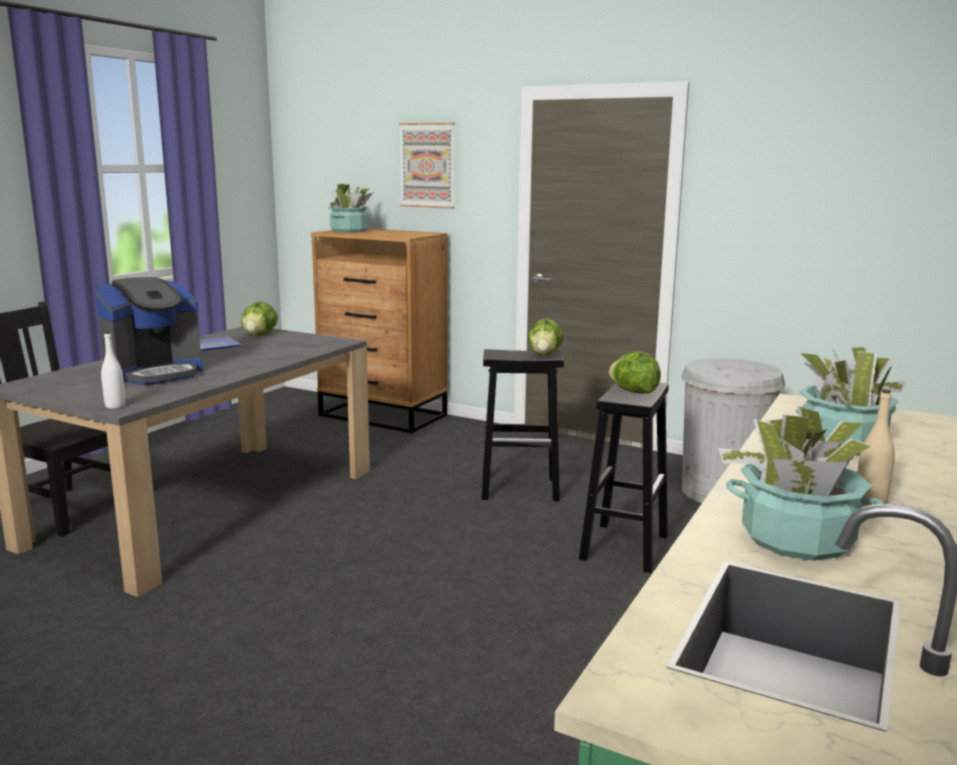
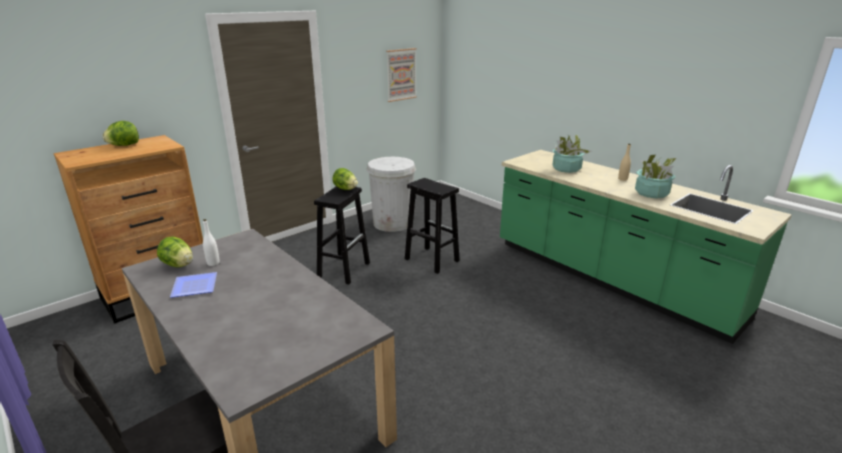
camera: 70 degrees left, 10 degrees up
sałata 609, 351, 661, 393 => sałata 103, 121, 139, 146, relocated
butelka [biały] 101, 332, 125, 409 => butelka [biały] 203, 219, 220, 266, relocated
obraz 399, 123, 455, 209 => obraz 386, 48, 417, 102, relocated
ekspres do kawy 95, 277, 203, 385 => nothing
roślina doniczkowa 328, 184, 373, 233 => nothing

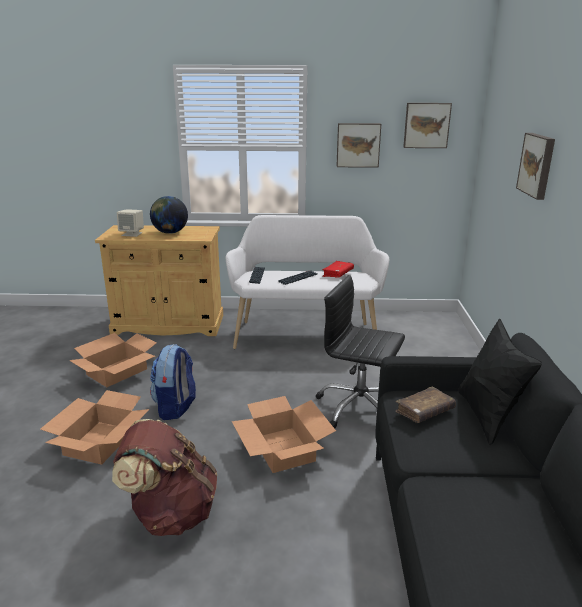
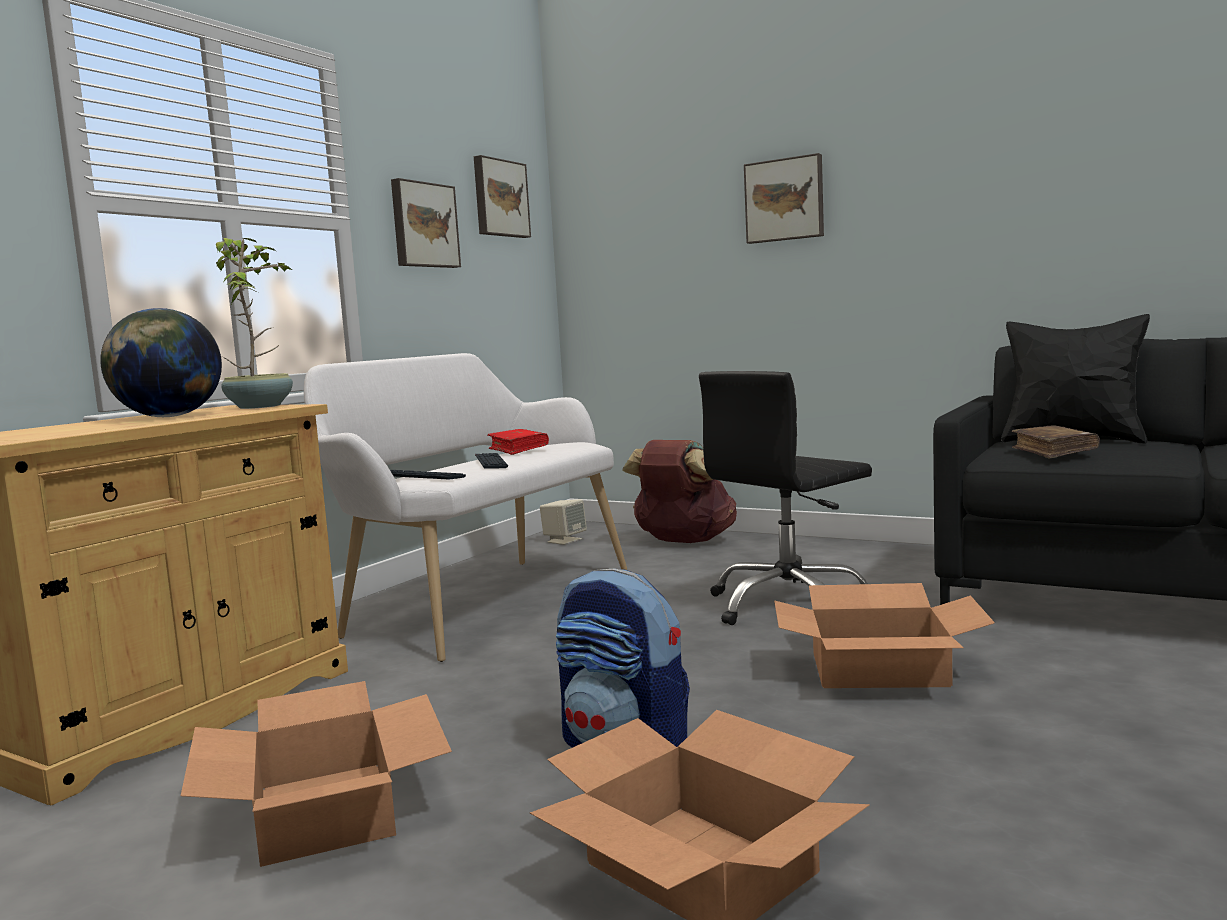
camera: 60 degrees left, 15 degrees down
nothing => roślina doniczkowa 216, 238, 293, 409
głośnik [beżowy] 117, 209, 144, 237 => głośnik [beżowy] 540, 499, 587, 545, relocated
plecak [brązowy] 112, 419, 217, 536 => plecak [brązowy] 622, 440, 737, 543, relocated

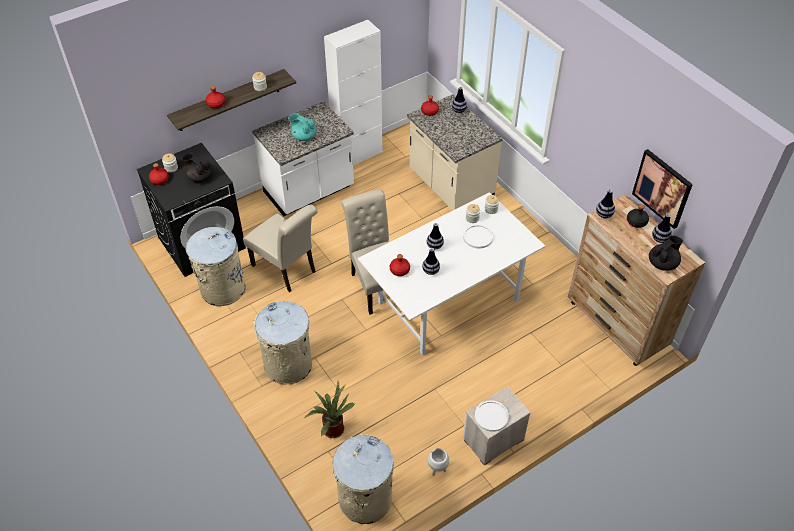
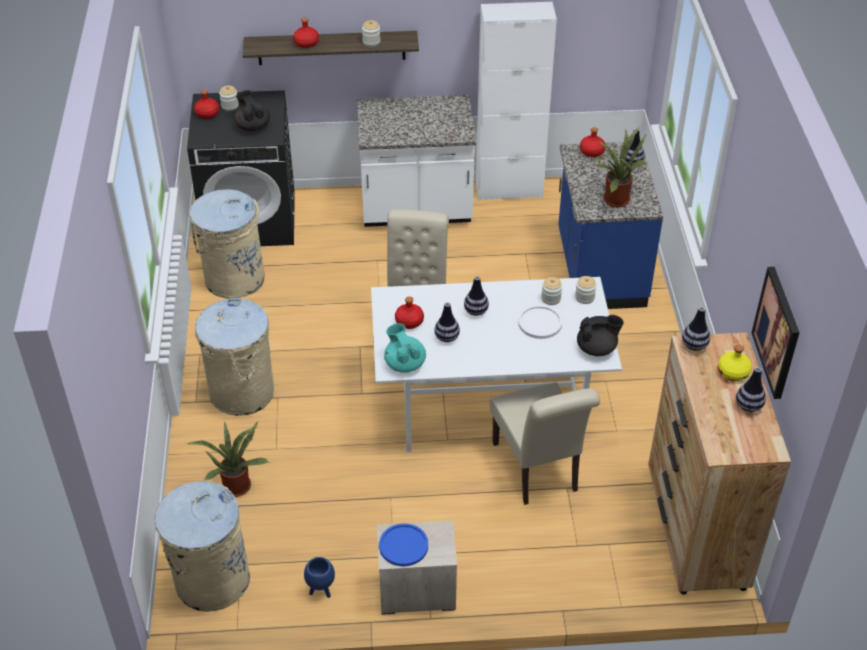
camera: 30 degrees right, 5 degrees down
donica [biały] 428, 448, 449, 476 => donica [niebieski] 304, 557, 335, 598
talerz [biały] 475, 400, 509, 432 => talerz [niebieski] 379, 523, 428, 566
imbryk [turkusowy] 289, 113, 316, 141 => imbryk [turkusowy] 384, 323, 426, 373, relocated
krzesło [beżowy] 243, 205, 318, 292 => krzesło [beżowy] 490, 383, 600, 505, relocated
zabudowa kuchenna [beżowy] 407, 94, 503, 210 => zabudowa kuchenna [niebieski] 558, 142, 663, 309
imbryk [czarny] 649, 236, 683, 271 => imbryk [czarny] 577, 315, 624, 356, relocated
nothing => roślina doniczkowa 594, 128, 647, 207
butelka [czarny] 627, 204, 649, 228 => butelka [żółty] 718, 345, 752, 381

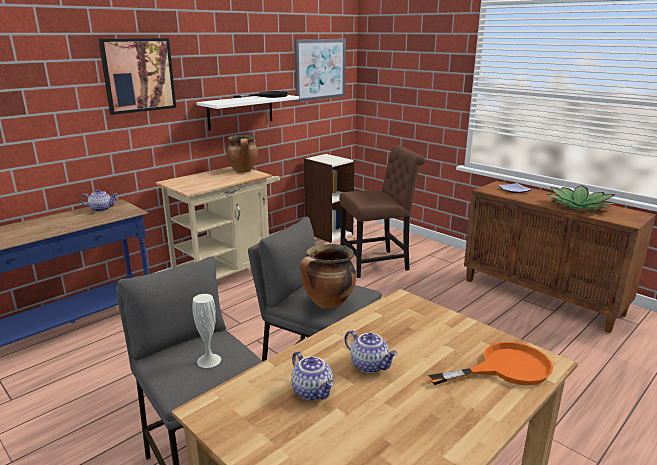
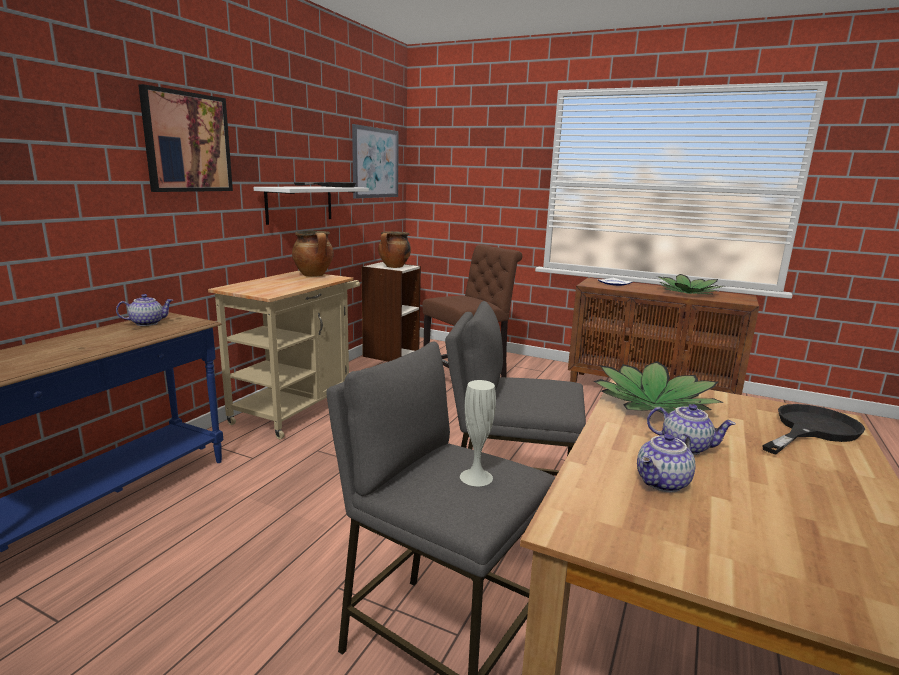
camera: 20 degrees left, 5 degrees down
garnek 300, 244, 356, 309 => garnek 378, 231, 411, 268, relocated
nothing => roślina doniczkowa 593, 361, 724, 413
imbryk 291, 351, 334, 400 => imbryk 637, 434, 696, 492, 105 degrees clockwise
patelnia [pomarańczowy] 428, 342, 553, 386 => patelnia [czarny] 762, 404, 865, 455

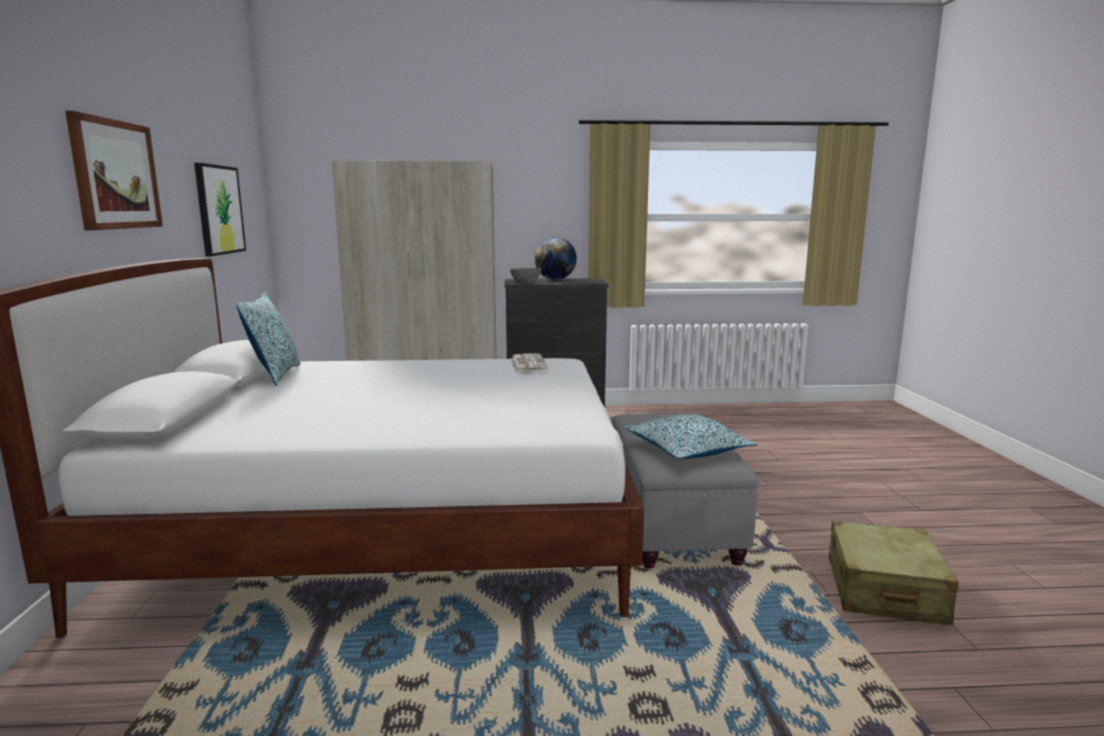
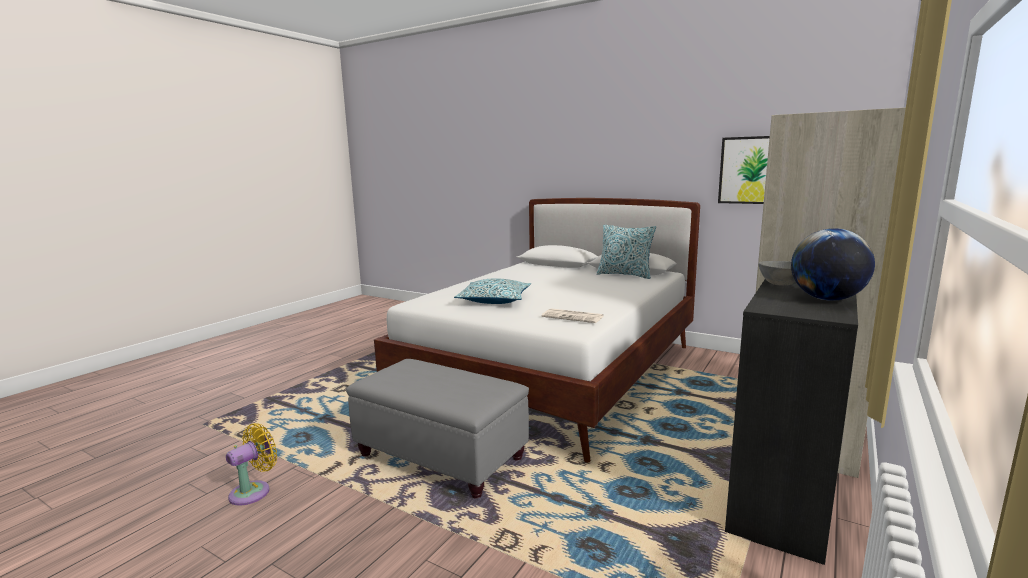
camera: 125 degrees right, 0 degrees up
walizka [beżowy] 829, 521, 959, 625 => wentylator [żółty] 226, 423, 277, 506
poduszka 624, 415, 758, 459 => poduszka 454, 278, 531, 304, relocated
obraz 65, 111, 163, 230 => nothing

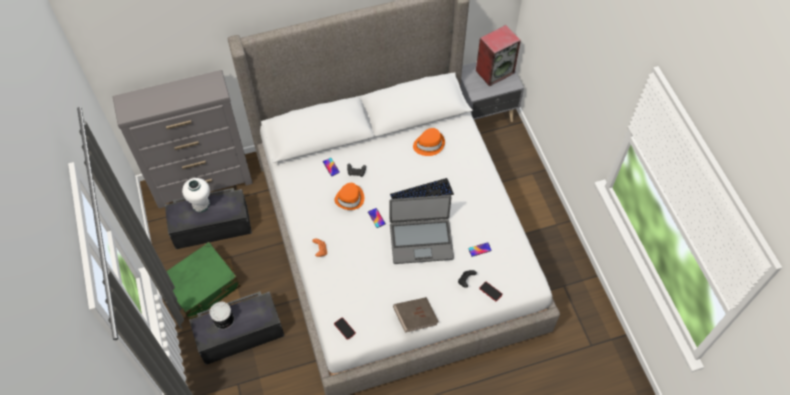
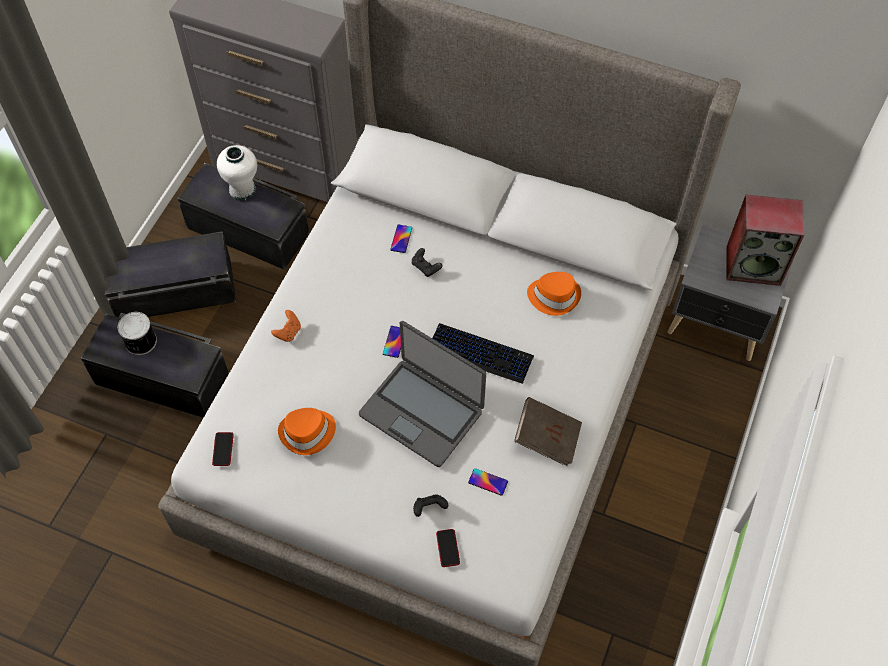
camera: 40 degrees right, 0 degrees up
walizka [zielony] 167, 242, 240, 320 => pojemnik do przechowywania [czarny] 105, 232, 236, 317
kapelusz [pomarańczowy] 335, 183, 364, 210 => kapelusz [pomarańczowy] 278, 408, 336, 455, relocated
książka [brązowy] 393, 297, 439, 333 => książka [brązowy] 514, 397, 582, 466, relocated

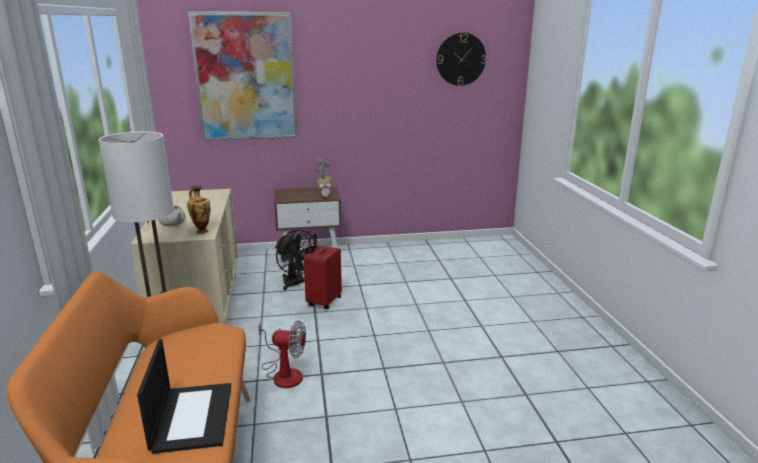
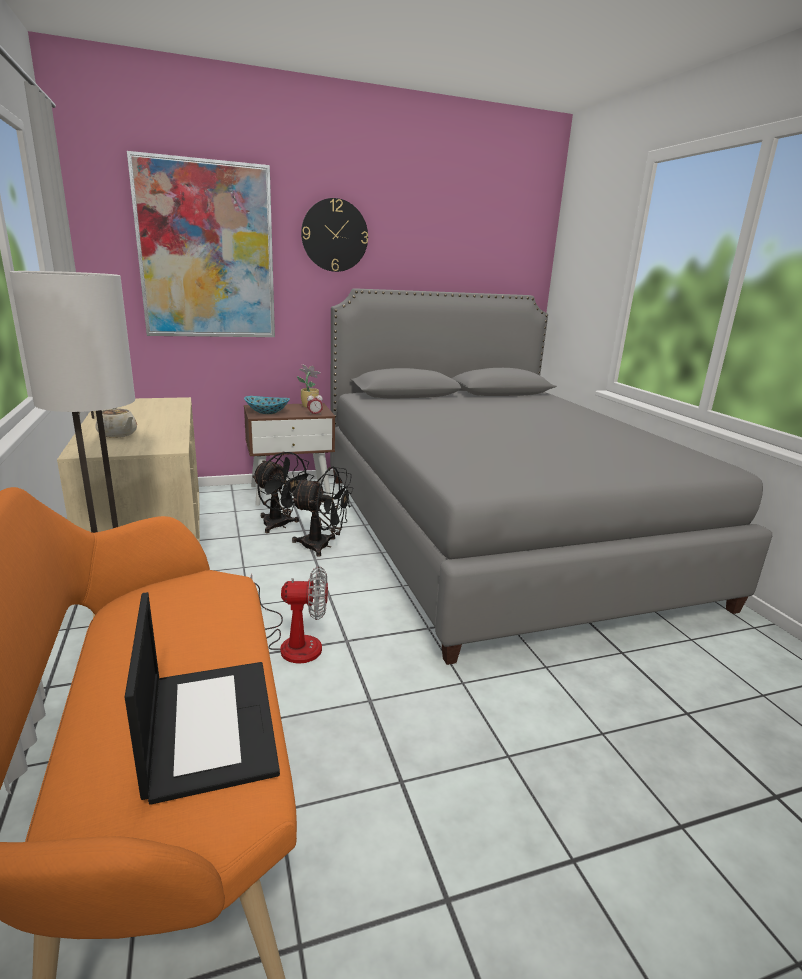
camera: 10 degrees left, 0 degrees up
nothing => miska 244, 396, 290, 414
walizka [czerwony] 303, 234, 342, 309 => wentylator [czarny] 291, 466, 353, 557
zegar ścienny 436, 33, 486, 86 => zegar ścienny 301, 198, 368, 272, relocated
nothing => łóżko [szary] 330, 288, 772, 665
wazon 187, 185, 210, 234 => nothing

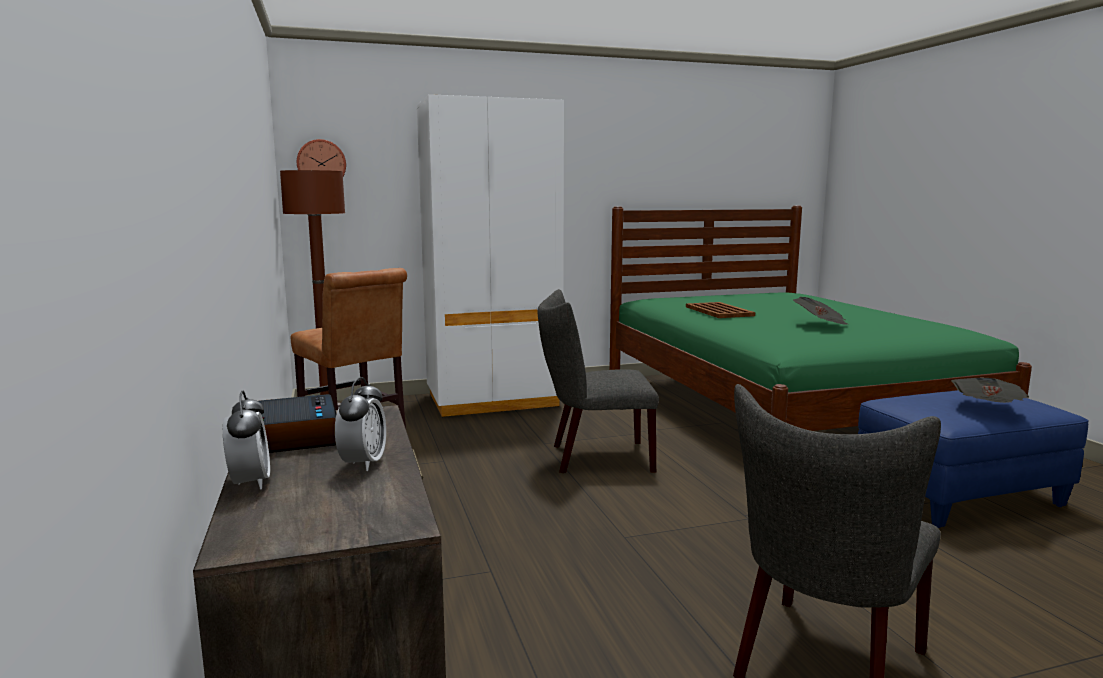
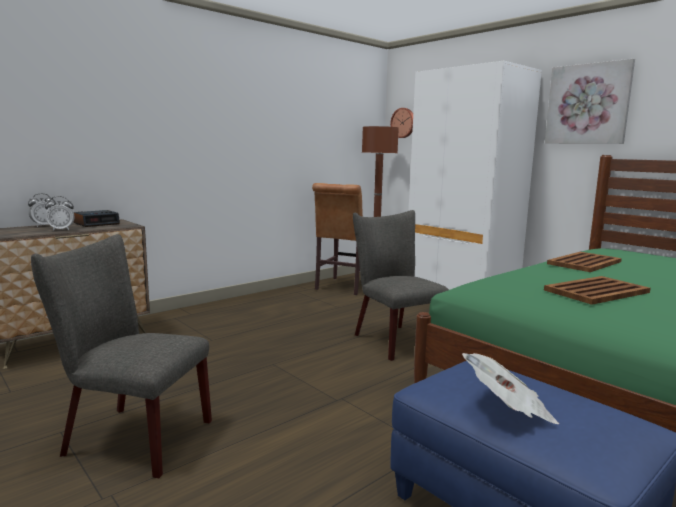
camera: 65 degrees right, 0 degrees up
gazeta 793, 297, 848, 324 => taca [brązowy] 544, 276, 651, 305
nothing => obraz 545, 59, 635, 144

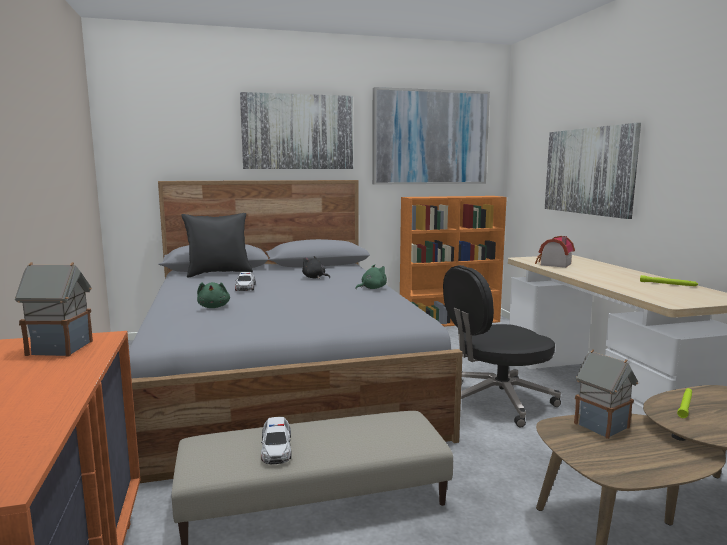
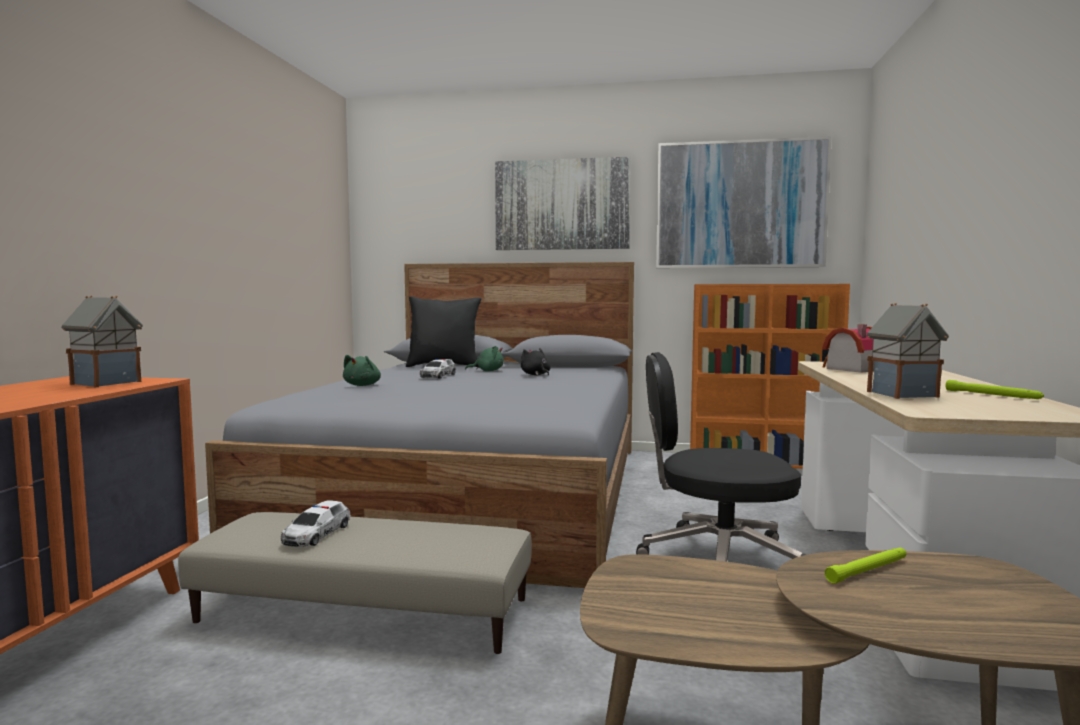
camera: 25 degrees right, 5 degrees down
pluszak [zielony] 355, 264, 387, 289 => pluszak [zielony] 465, 346, 504, 371, relocated
domek 574, 349, 638, 439 => domek 867, 303, 949, 399, relocated
obraz 545, 123, 641, 219 => nothing

